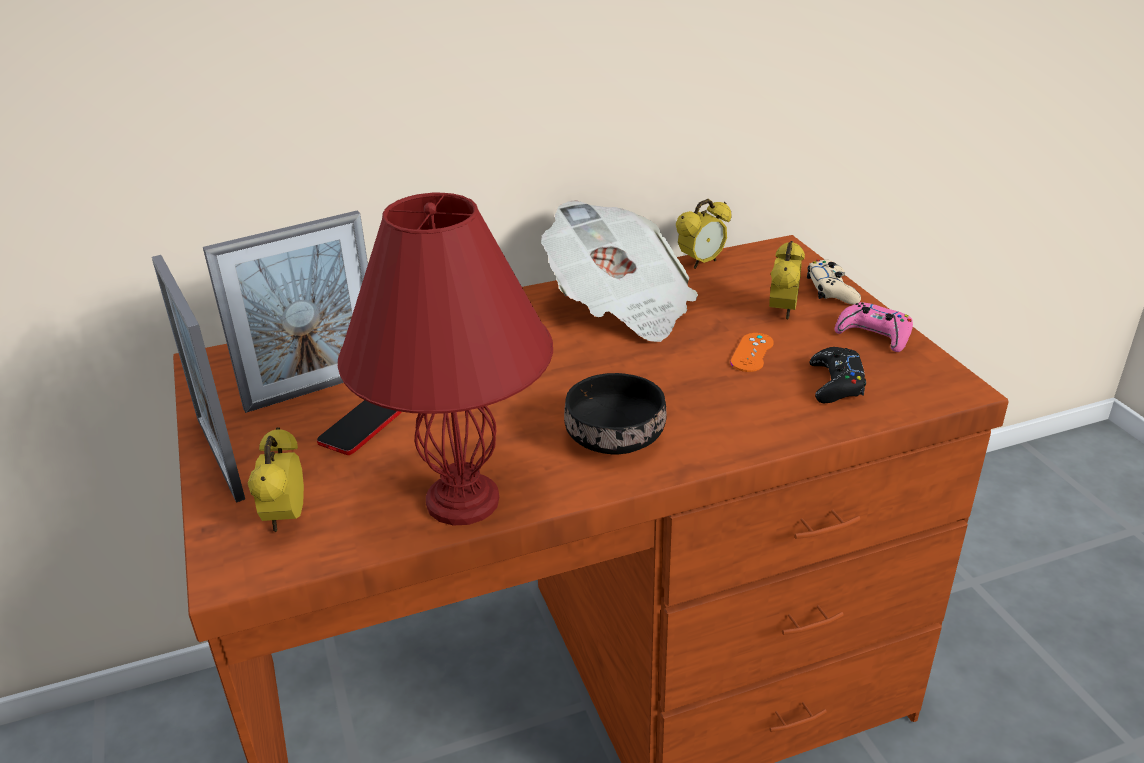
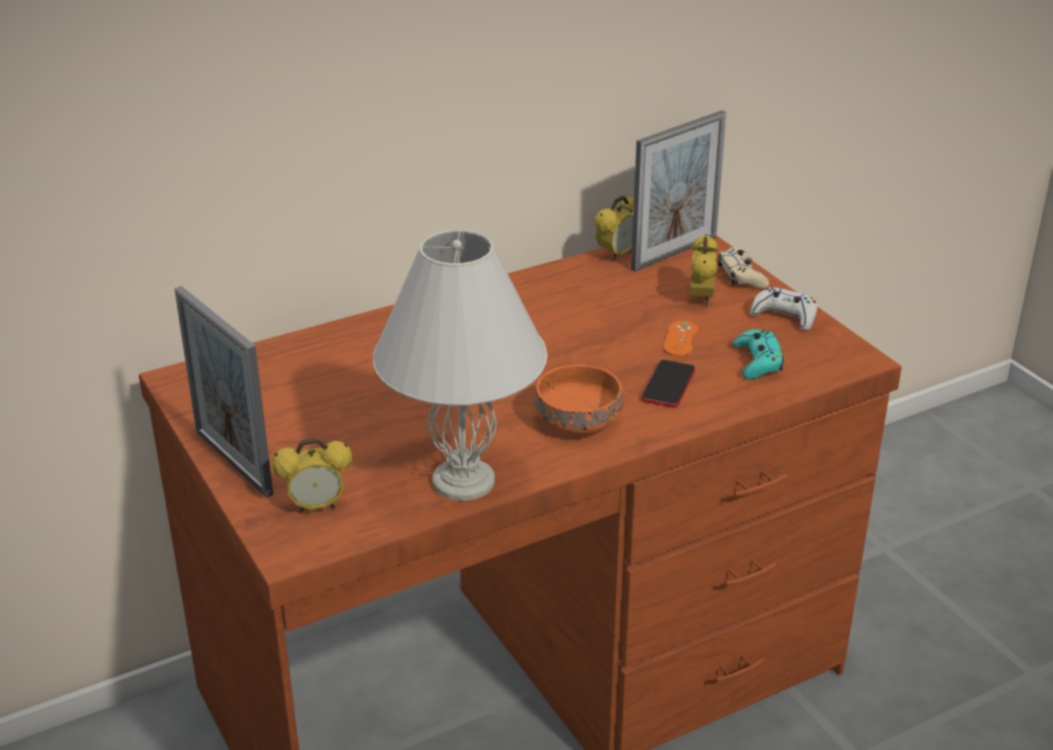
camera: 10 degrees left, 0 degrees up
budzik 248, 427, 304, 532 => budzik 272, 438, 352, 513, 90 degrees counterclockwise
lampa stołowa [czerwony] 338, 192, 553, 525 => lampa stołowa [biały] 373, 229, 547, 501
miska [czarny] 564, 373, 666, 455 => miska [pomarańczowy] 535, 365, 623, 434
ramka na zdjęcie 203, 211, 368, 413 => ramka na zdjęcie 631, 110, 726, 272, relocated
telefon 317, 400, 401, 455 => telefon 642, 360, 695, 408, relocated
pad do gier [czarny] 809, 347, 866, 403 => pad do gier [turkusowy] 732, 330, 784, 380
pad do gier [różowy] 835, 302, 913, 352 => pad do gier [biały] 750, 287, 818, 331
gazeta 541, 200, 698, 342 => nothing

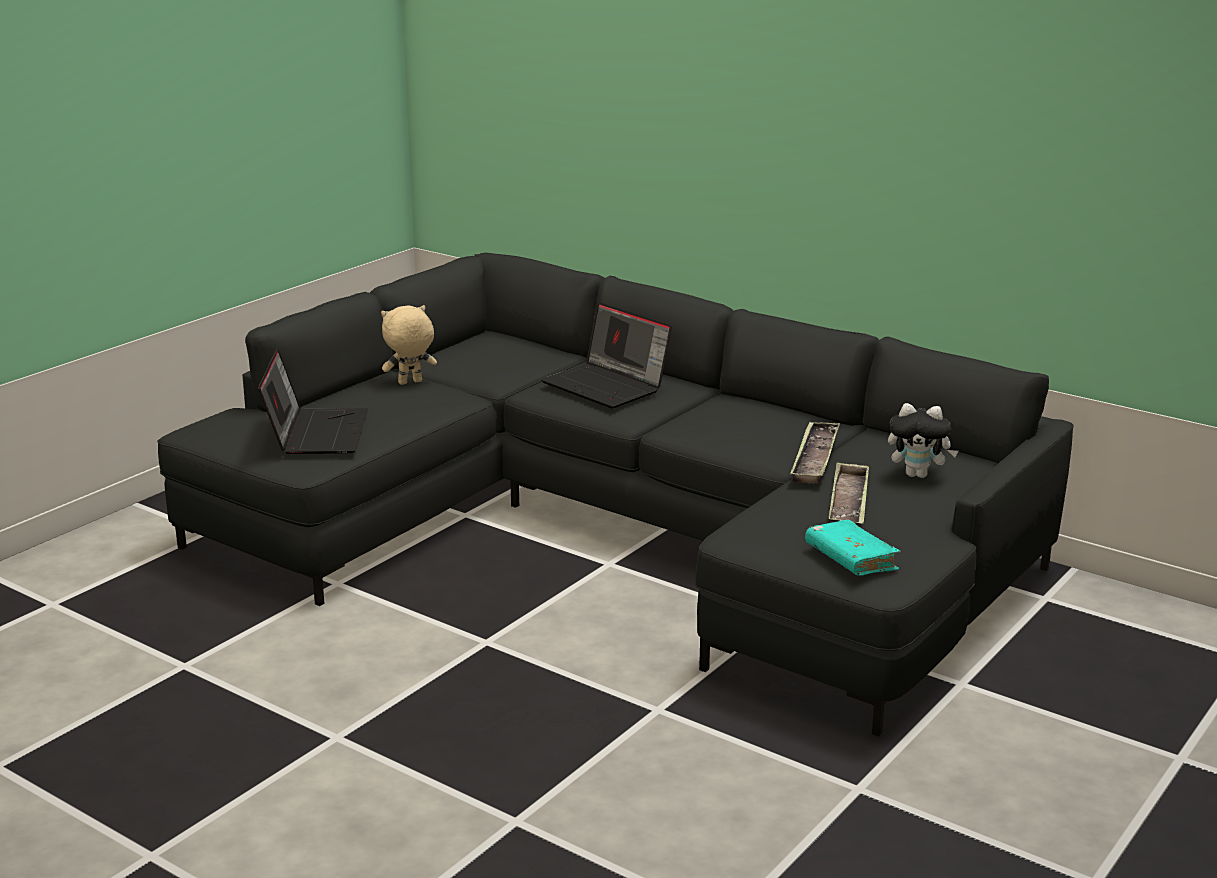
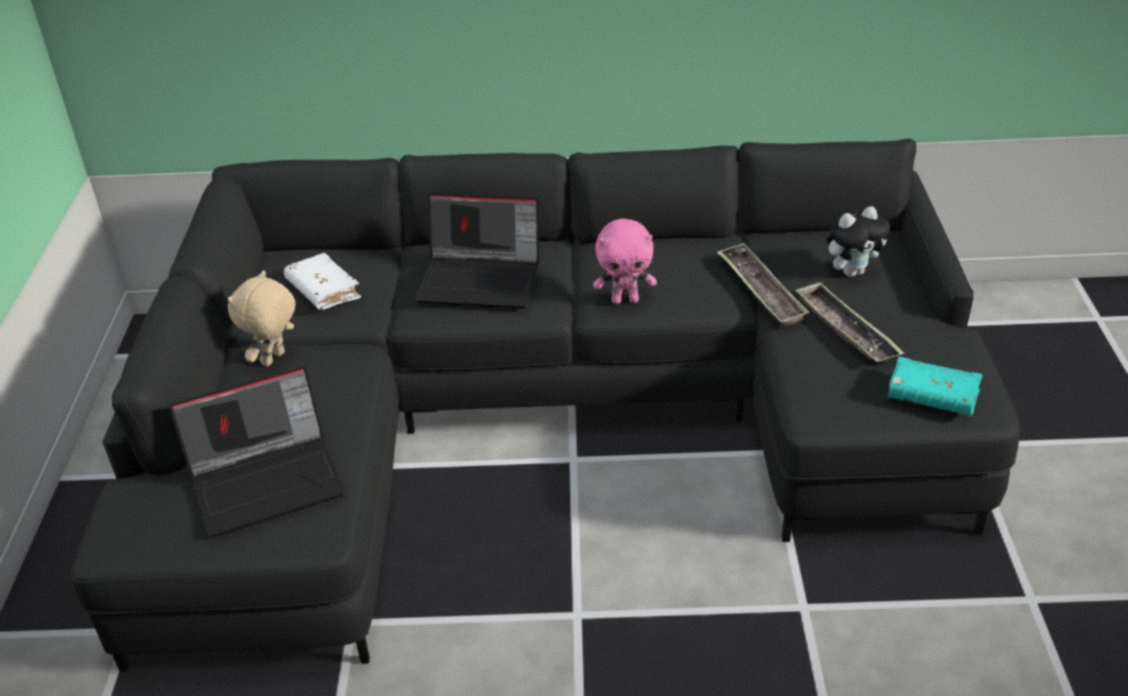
camera: 35 degrees left, 15 degrees up
laptop 258, 348, 368, 454 => laptop 169, 366, 346, 537, 105 degrees clockwise
nothing => książka [biały] 284, 253, 361, 310
nothing => pluszak [różowy] 593, 219, 657, 304

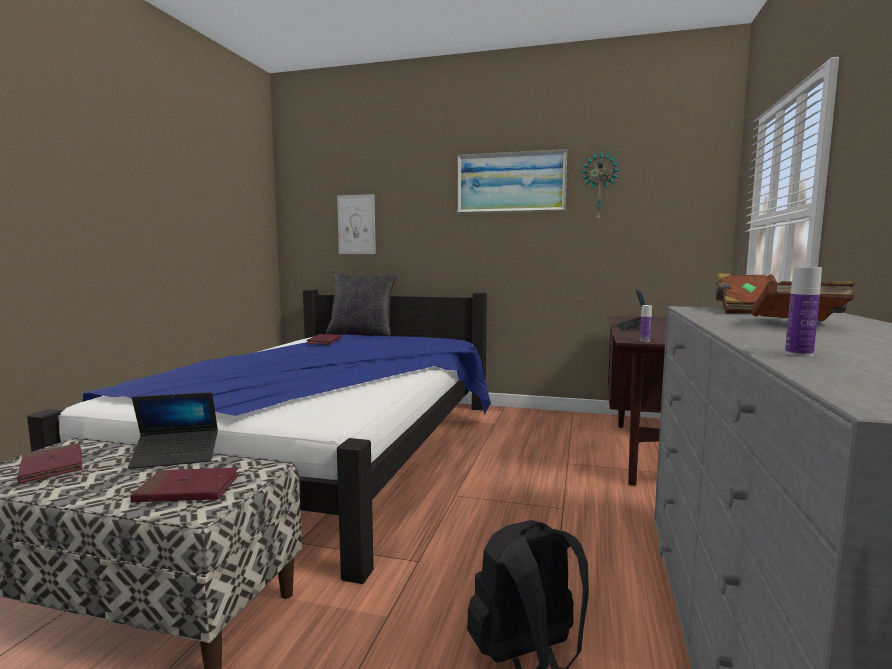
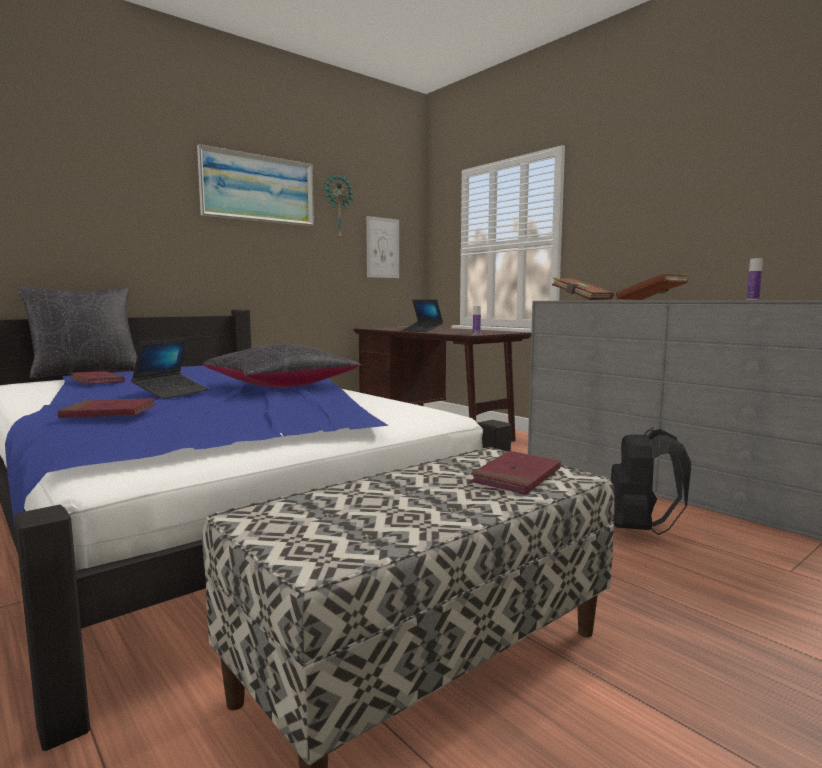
camera: 55 degrees left, 0 degrees up
książka [czerwony] 17, 443, 83, 483 => książka [czerwony] 57, 398, 156, 418, relocated
laptop 128, 392, 218, 469 => laptop 131, 338, 209, 399, relocated
nothing => poduszka [czarny] 203, 344, 361, 387
obraz 337, 194, 376, 254 => obraz 366, 216, 399, 278, relocated

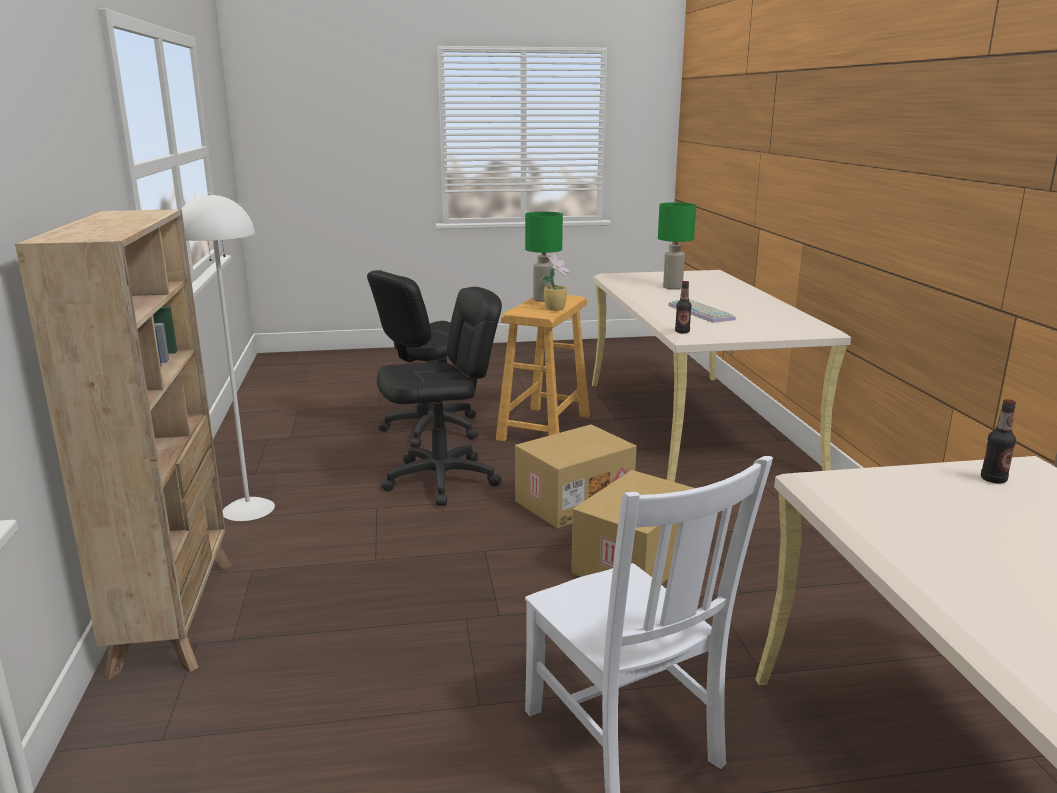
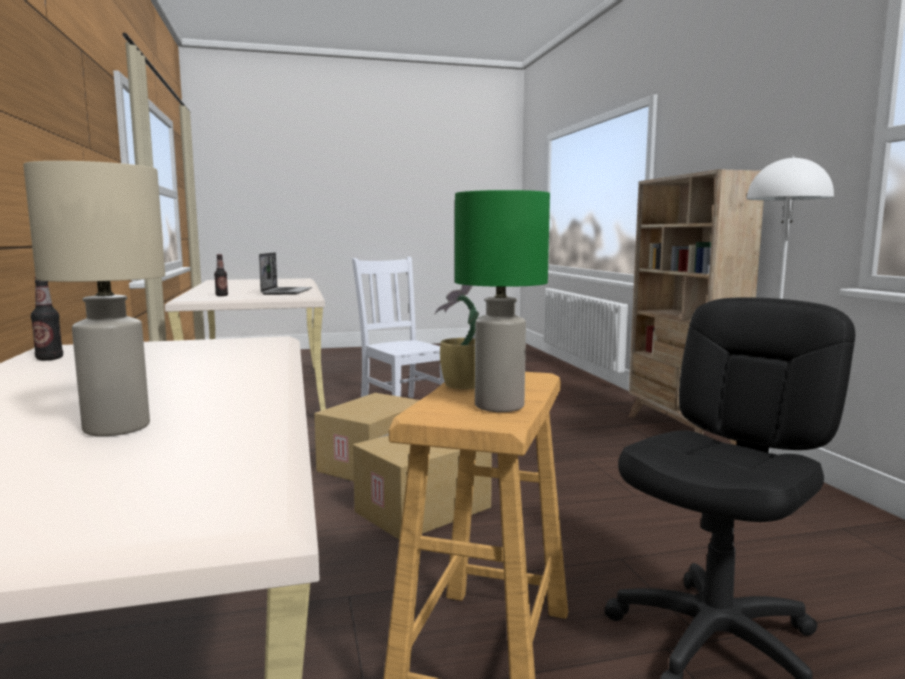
camera: 175 degrees right, 10 degrees down
lampa stołowa [zielony] 658, 202, 696, 289 => lampa stołowa [beżowy] 23, 161, 165, 436
butelka 675, 281, 692, 333 => butelka 31, 277, 63, 361, relocated
nothing => laptop 259, 252, 312, 295
krzesło biurowe [czarny] 377, 287, 502, 506 => nothing
klawiatura 668, 299, 736, 323 => nothing

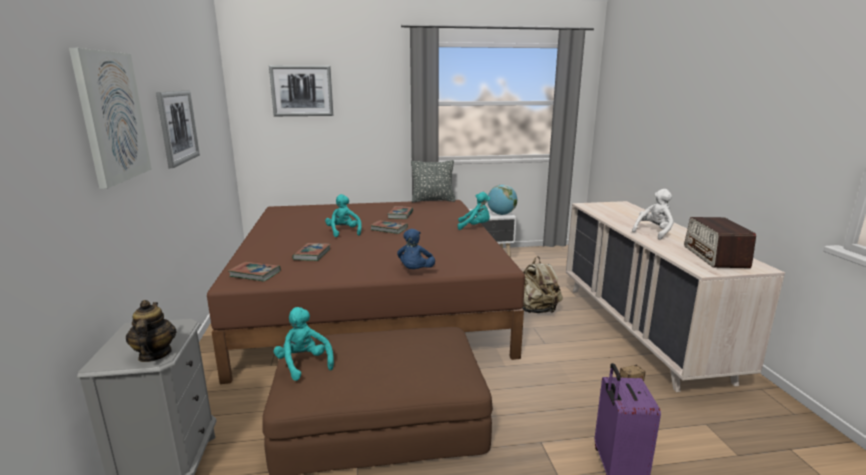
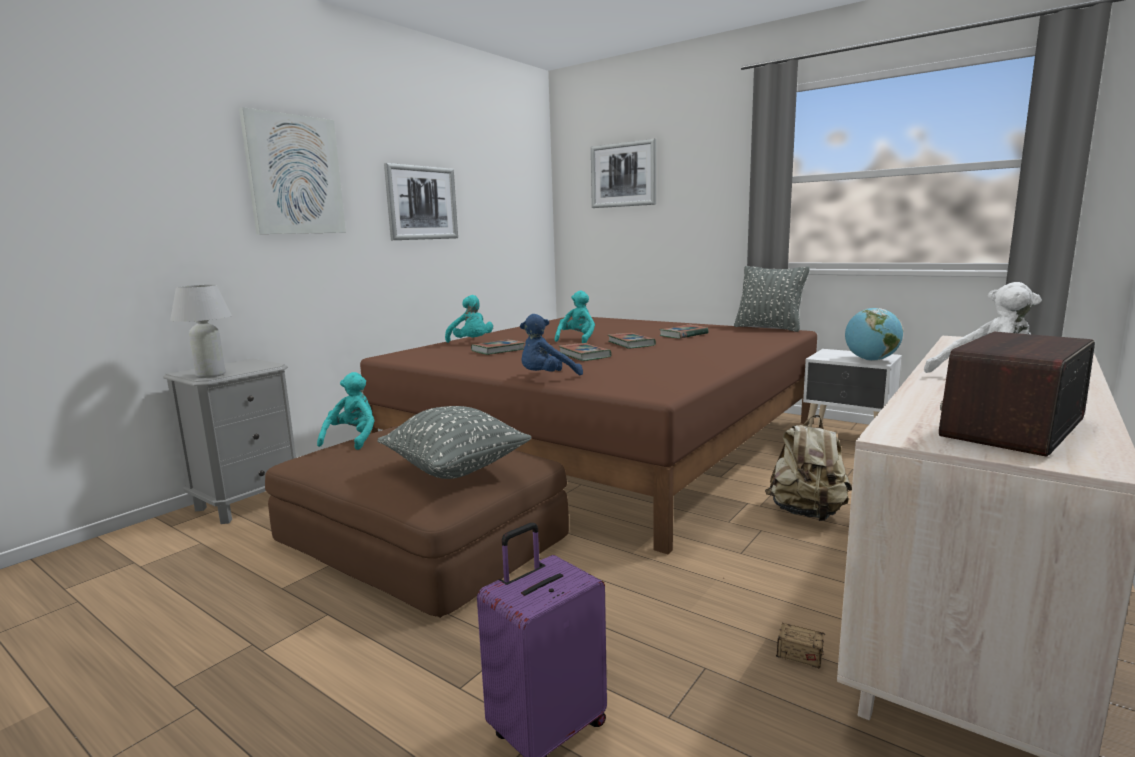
camera: 45 degrees right, 5 degrees down
imbryk 126, 300, 177, 362 => lampa stołowa [biały] 170, 285, 232, 378
nothing => poduszka [szary] 377, 406, 531, 479
pluszak [turkusowy] 458, 192, 490, 230 => pluszak [turkusowy] 445, 295, 493, 343, relocated
książka 228, 262, 281, 282 => książka 558, 343, 611, 361, relocated

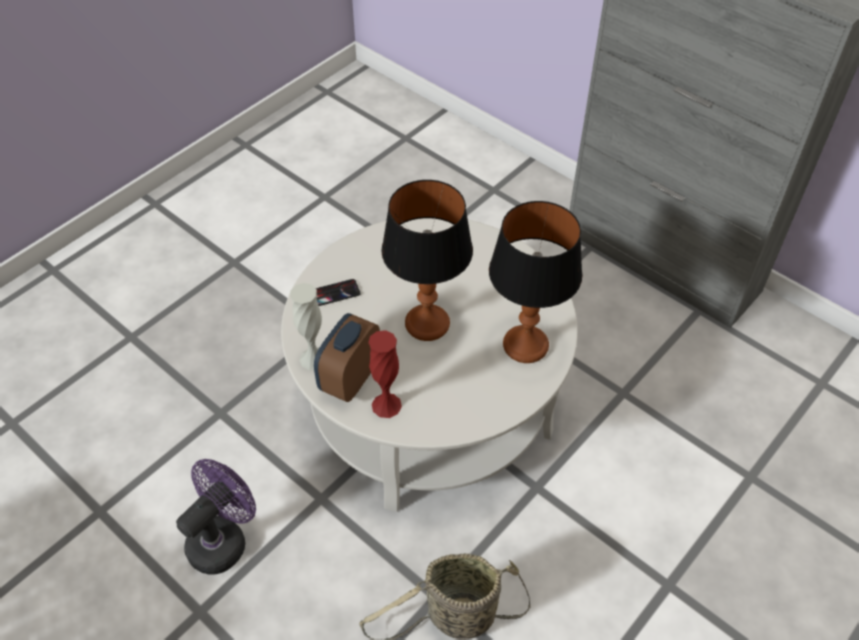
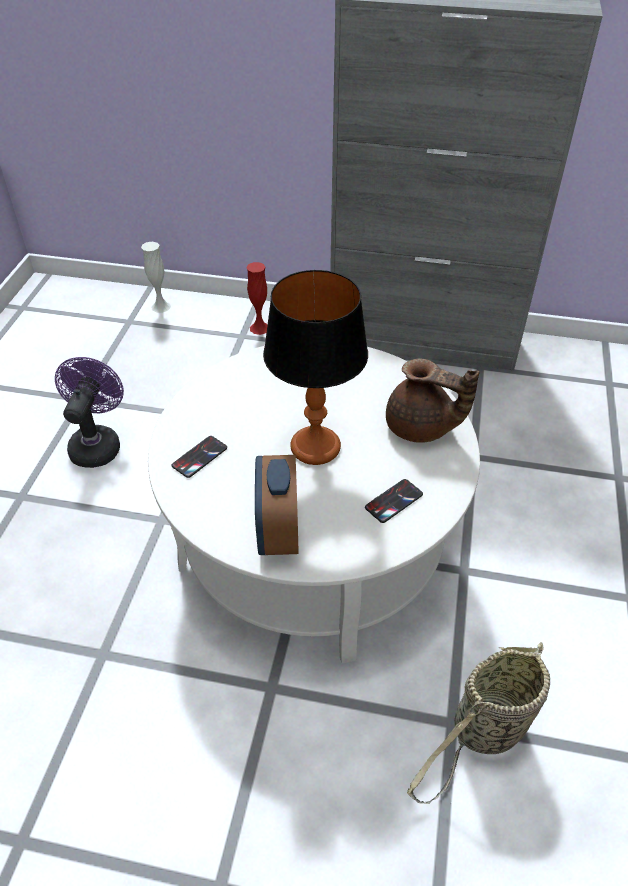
camera: 30 degrees left, 5 degrees down
wentylator [fioletowy] 176, 459, 256, 575 => wentylator [fioletowy] 55, 357, 124, 468, relocated
wazon [biały] 290, 283, 322, 371 => wazon [biały] 141, 242, 171, 313, relocated
wazon [czerwony] 368, 330, 402, 418 => wazon [czerwony] 246, 262, 268, 335, relocated
nothing => telefon 365, 479, 423, 523
lampa stołowa 489, 201, 582, 363 => imbryk [brązowy] 386, 359, 480, 443

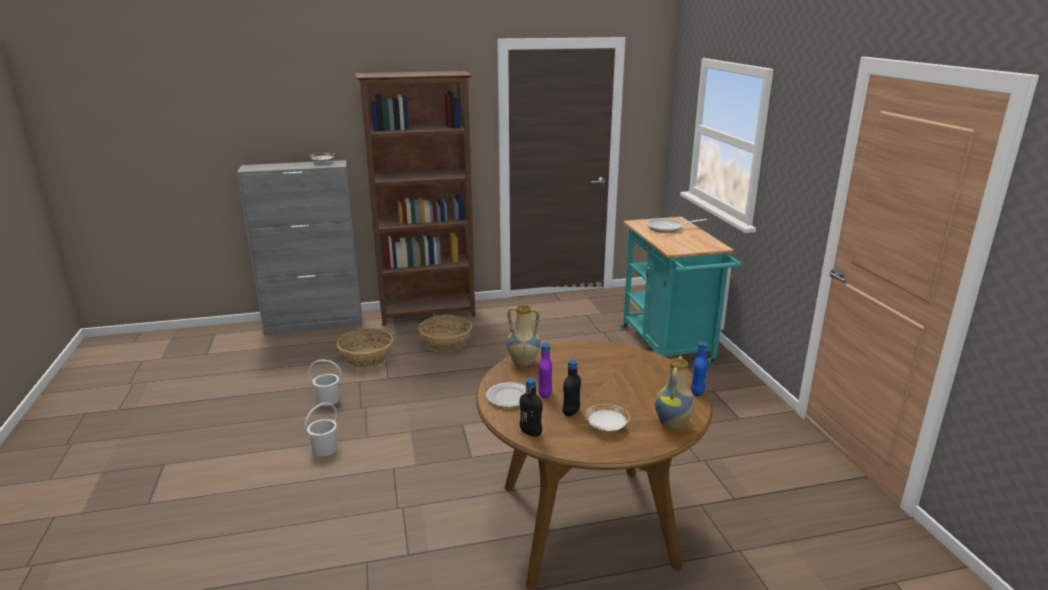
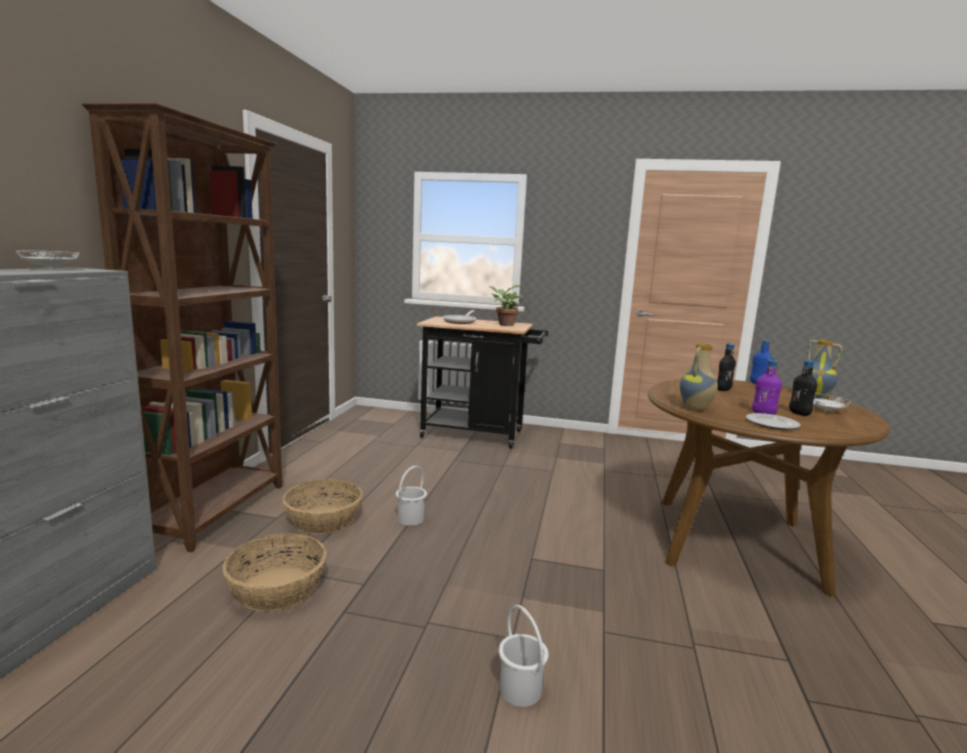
camera: 65 degrees left, 10 degrees down
wiadro [biały] 308, 360, 342, 406 => wiadro [biały] 396, 466, 427, 526, relocated
wózek [turkusowy] 621, 217, 742, 365 => wózek [czarny] 417, 316, 548, 449
nothing => roślina doniczkowa 489, 285, 524, 326
butelka [czarny] 520, 378, 543, 437 => butelka [czarny] 717, 343, 736, 391, relocated

